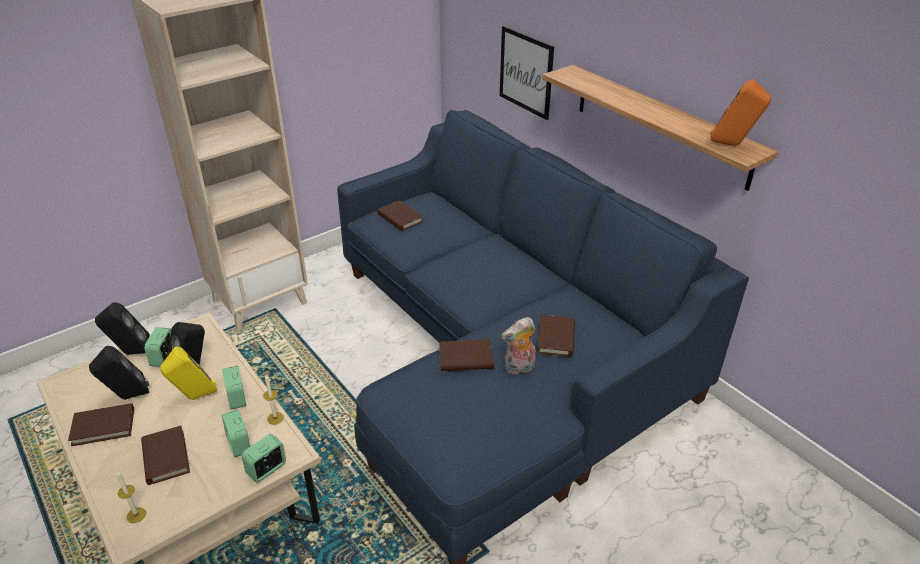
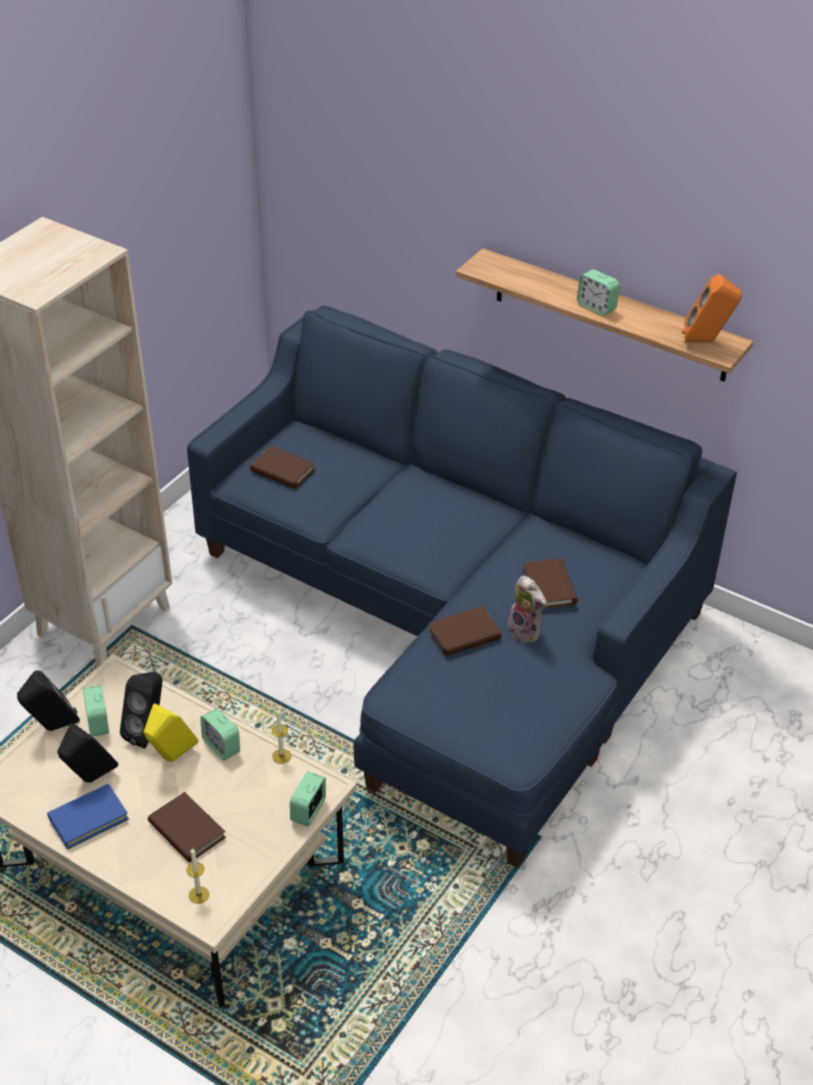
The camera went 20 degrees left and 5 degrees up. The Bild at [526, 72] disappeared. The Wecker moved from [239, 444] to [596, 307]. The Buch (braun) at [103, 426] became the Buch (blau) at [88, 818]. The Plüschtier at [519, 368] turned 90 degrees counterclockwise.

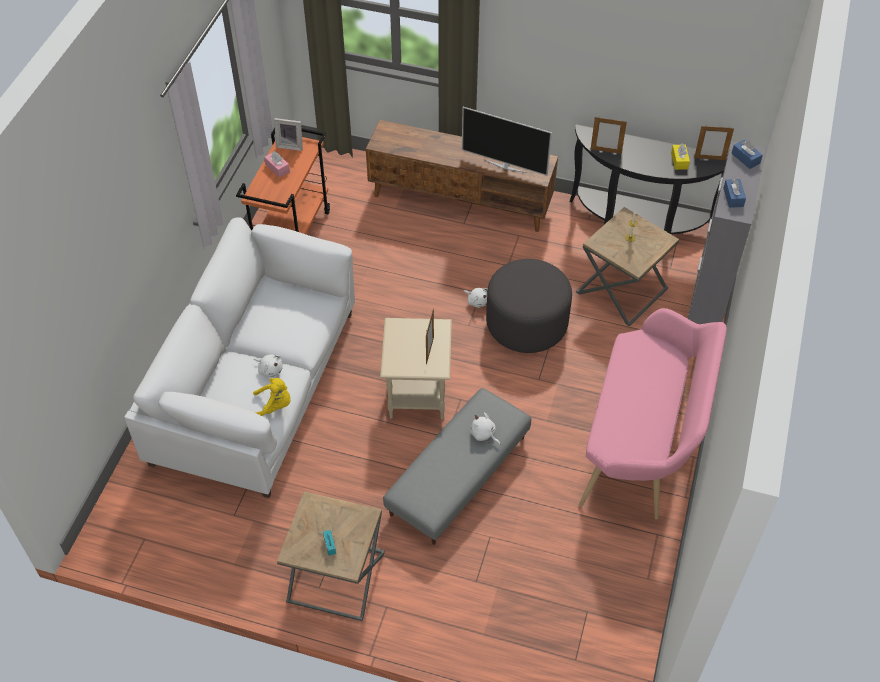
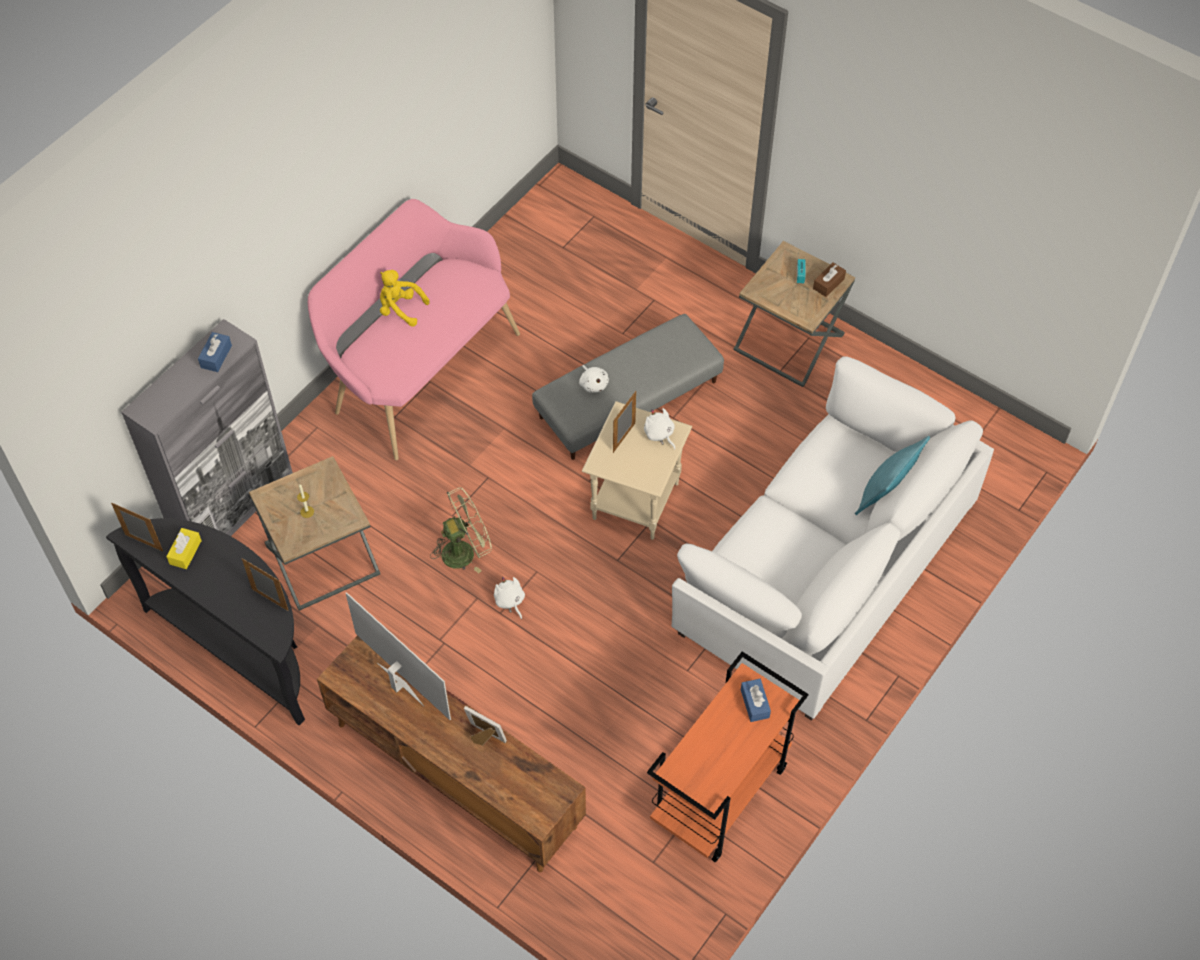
The camera went 160 degrees left and 5 degrees up. The Taschentuchbox (rosa) at [277, 168] disappeared. The Taschentuchbox (braun) at [828, 284] appeared. The Kissen (türkis) at [885, 494] appeared. The Plüschtier (gelb) moved from [274, 406] to [400, 309]. The Plüschtier (weiß) moved from [270, 369] to [659, 434]. The Bilderrahmen moved from [290, 145] to [484, 738]. The Taschentuchbox (blau) moved from [745, 158] to [754, 703]. The Polsterhocker (grau) at [527, 324] was replaced by the Ventilator (grün) at [464, 550].

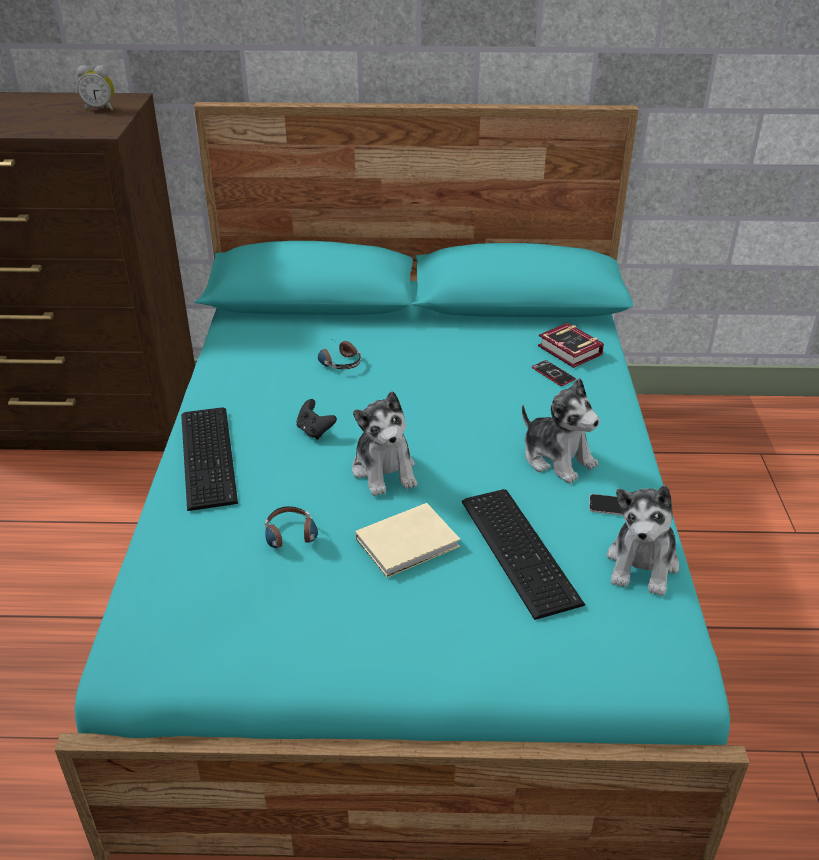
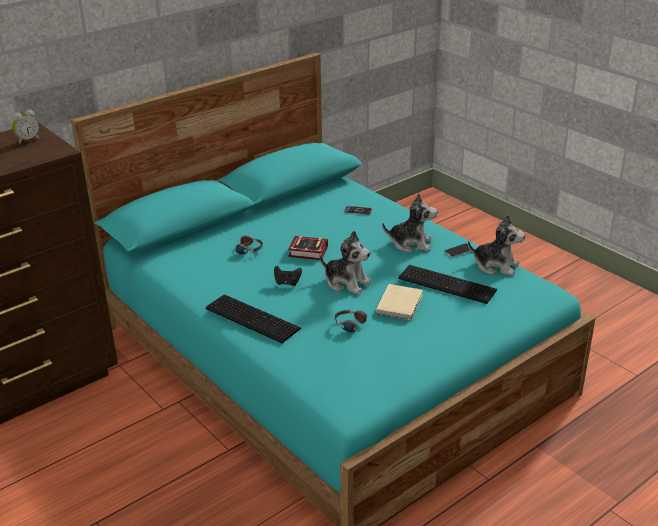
The camera went 40 degrees left and 5 degrees down. The Buch moved from [570, 352] to [309, 252]. The Plüschtier at [642, 564] turned 45 degrees counterclockwise.

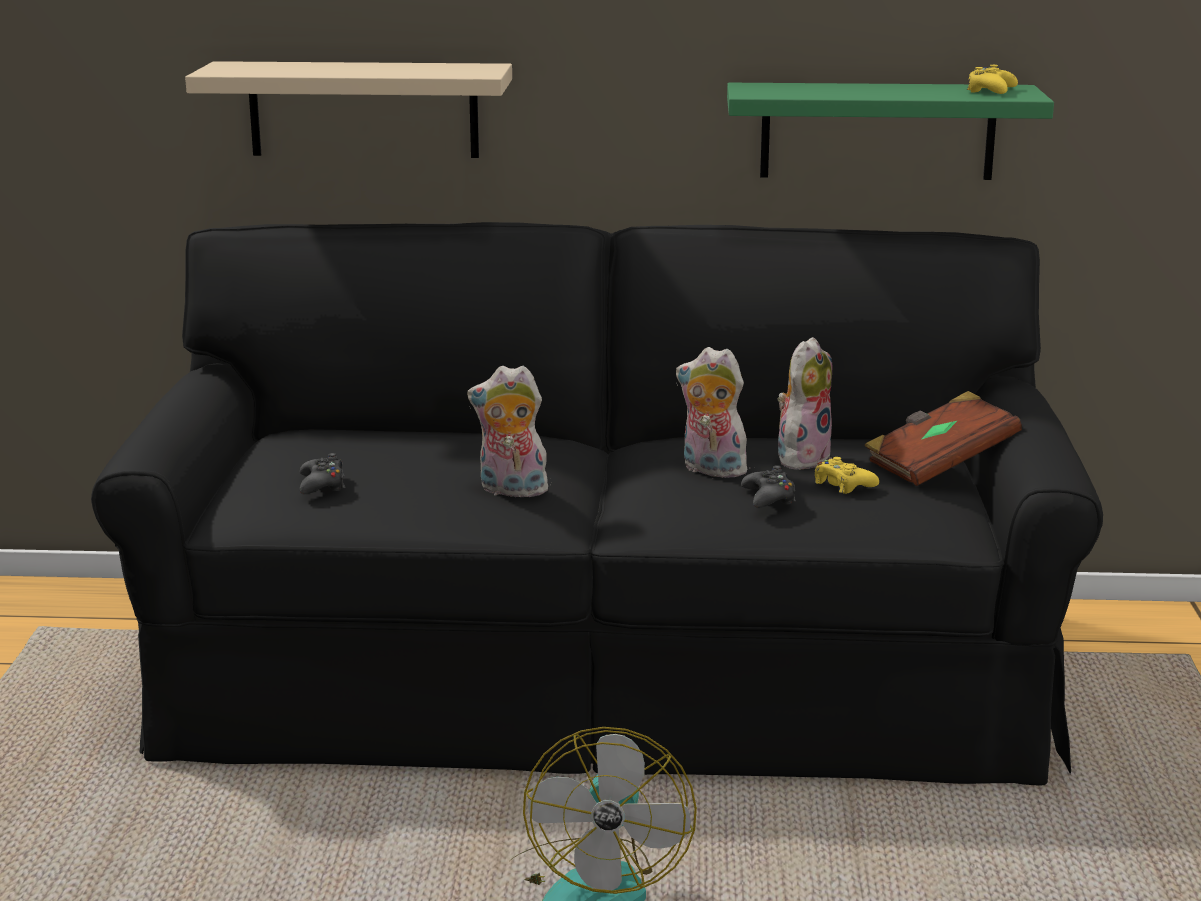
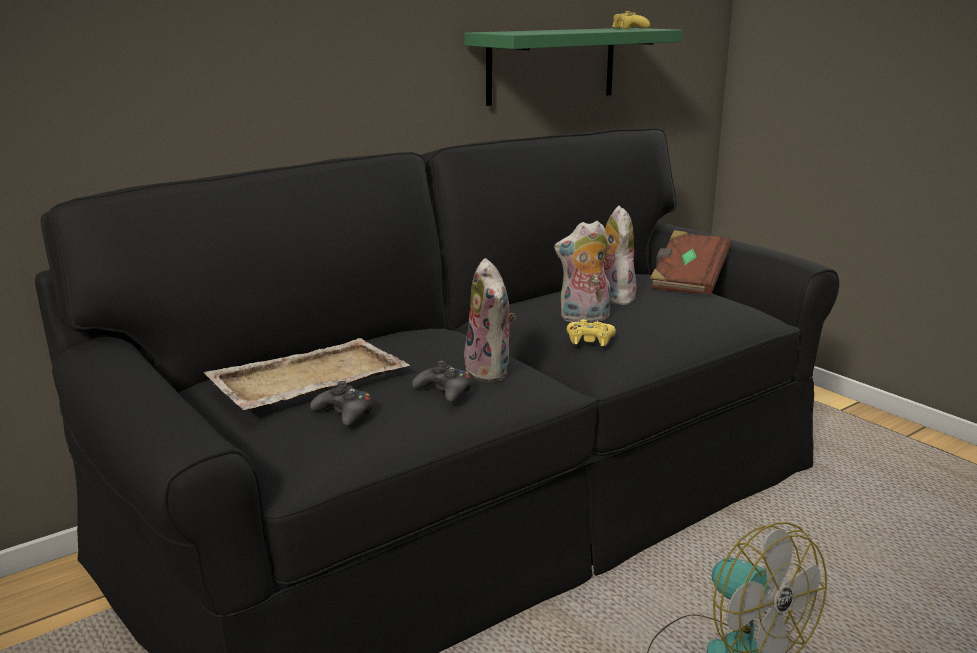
The camera went 40 degrees left and 0 degrees up. The Wandregal (beige) at [363, 109] disappeared. The Tablett (beige) at [306, 379] appeared. The Gamepad (schwarz) moved from [769, 498] to [445, 391]. The Gamepad (gelb) moved from [843, 484] to [590, 340]. The Plüschtier at [511, 491] turned 75 degrees counterclockwise.

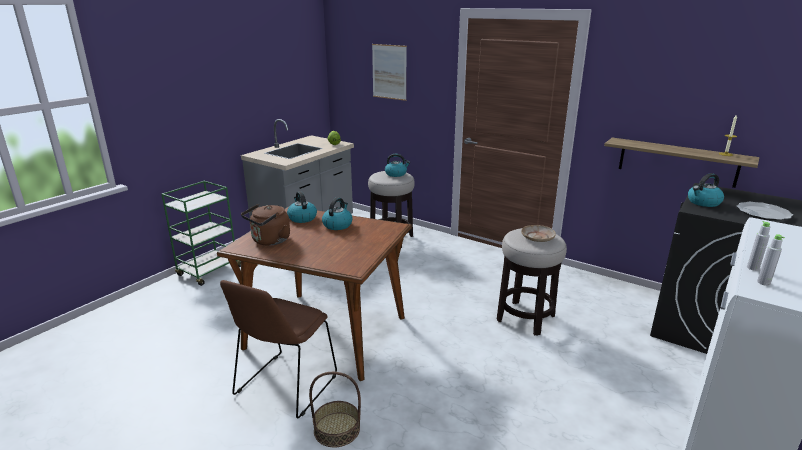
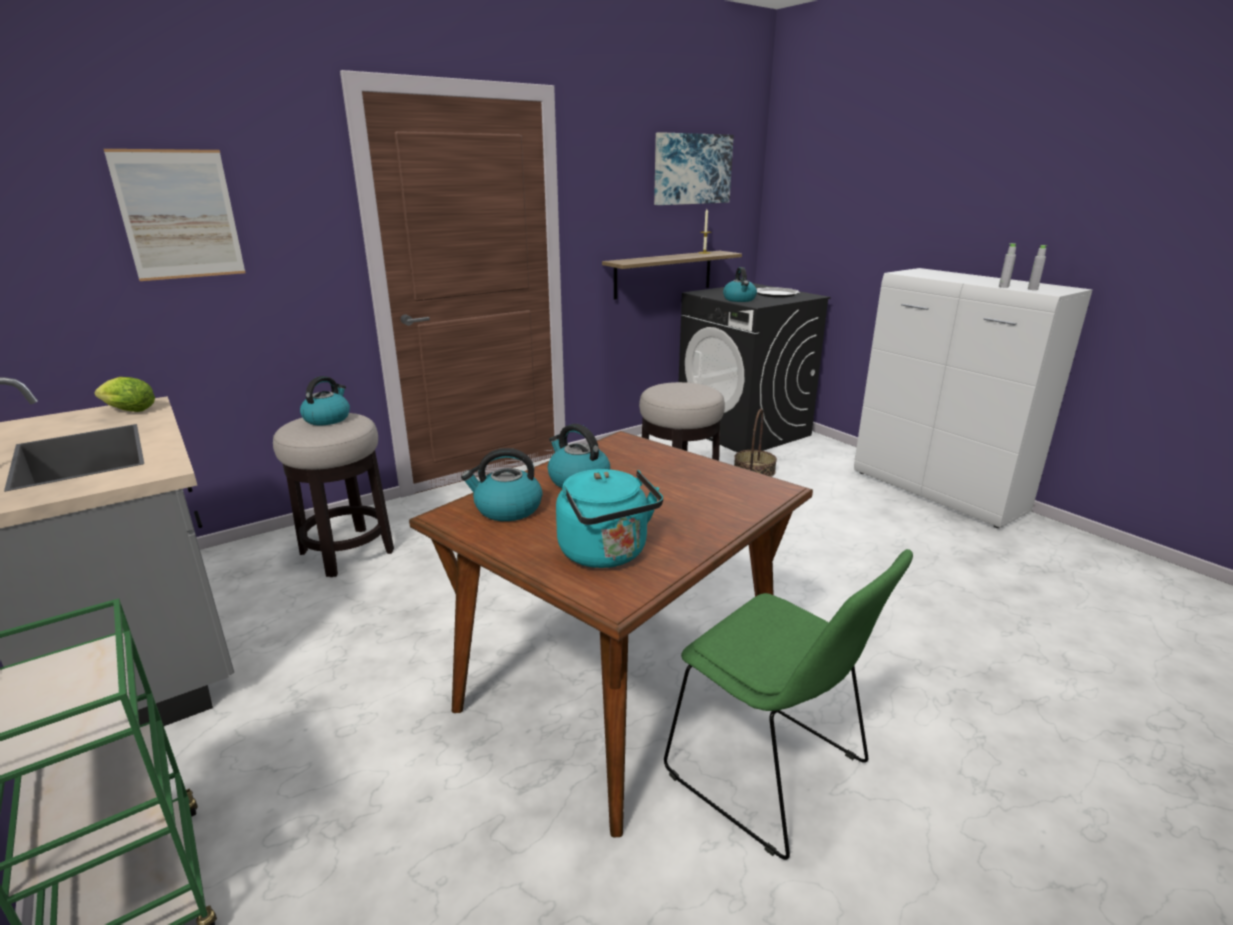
The camera went 70 degrees left and 0 degrees up. The Teller (beige) at [538, 237] disappeared. The Bild at [692, 169] appeared. The Korb moved from [336, 429] to [754, 470]. The Stuhl (braun) at [284, 387] became the Stuhl (grün) at [771, 772]. The Wasserkessel (braun) at [269, 241] became the Wasserkessel (türkis) at [606, 554].

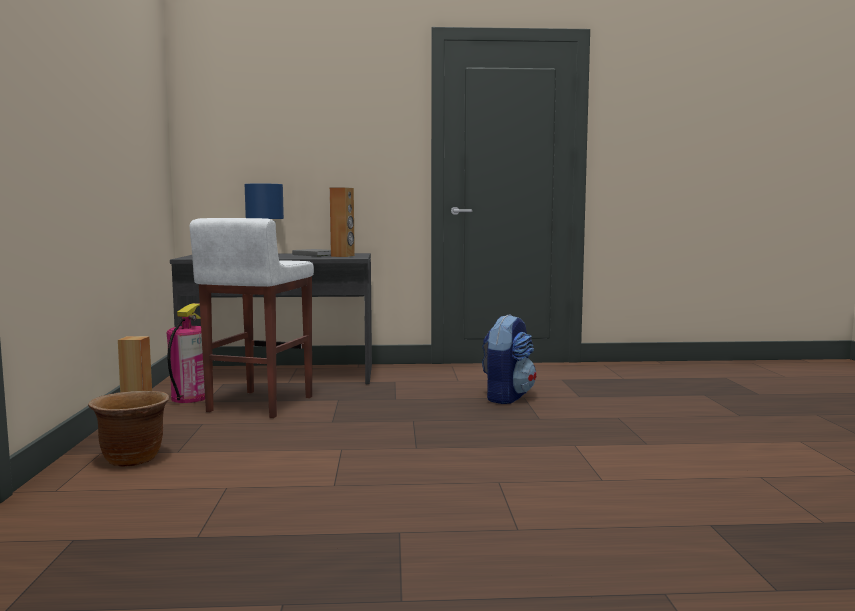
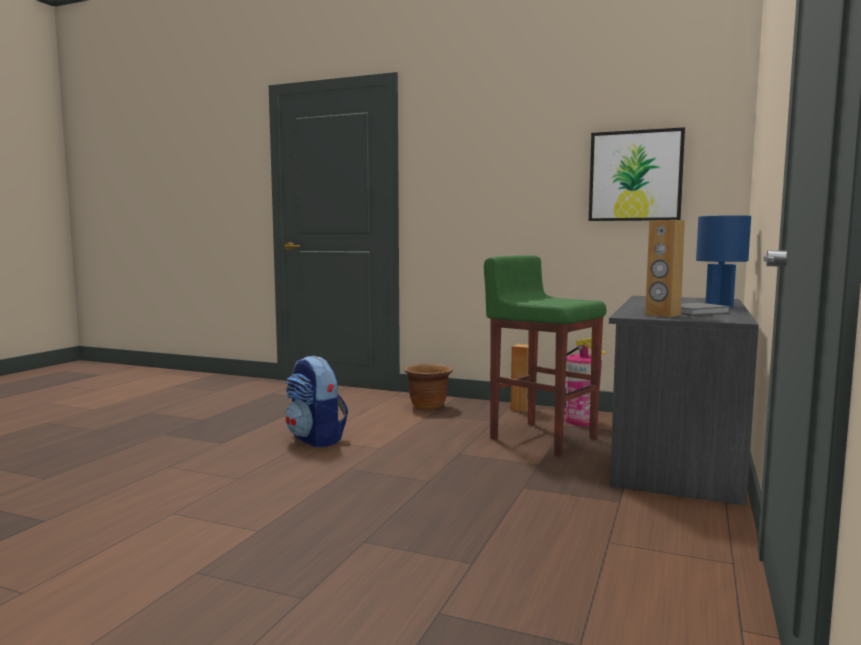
The camera went 115 degrees right and 0 degrees up. The Bild at [635, 176] appeared. The Rucksack moved from [506, 397] to [316, 439]. The Hocker (weiß) at [258, 404] became the Hocker (grün) at [542, 438].

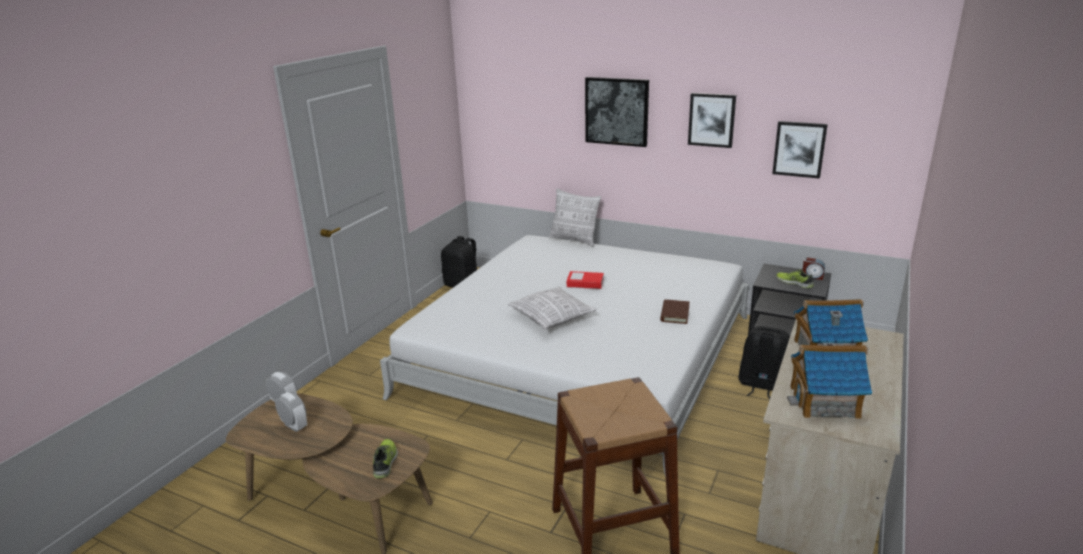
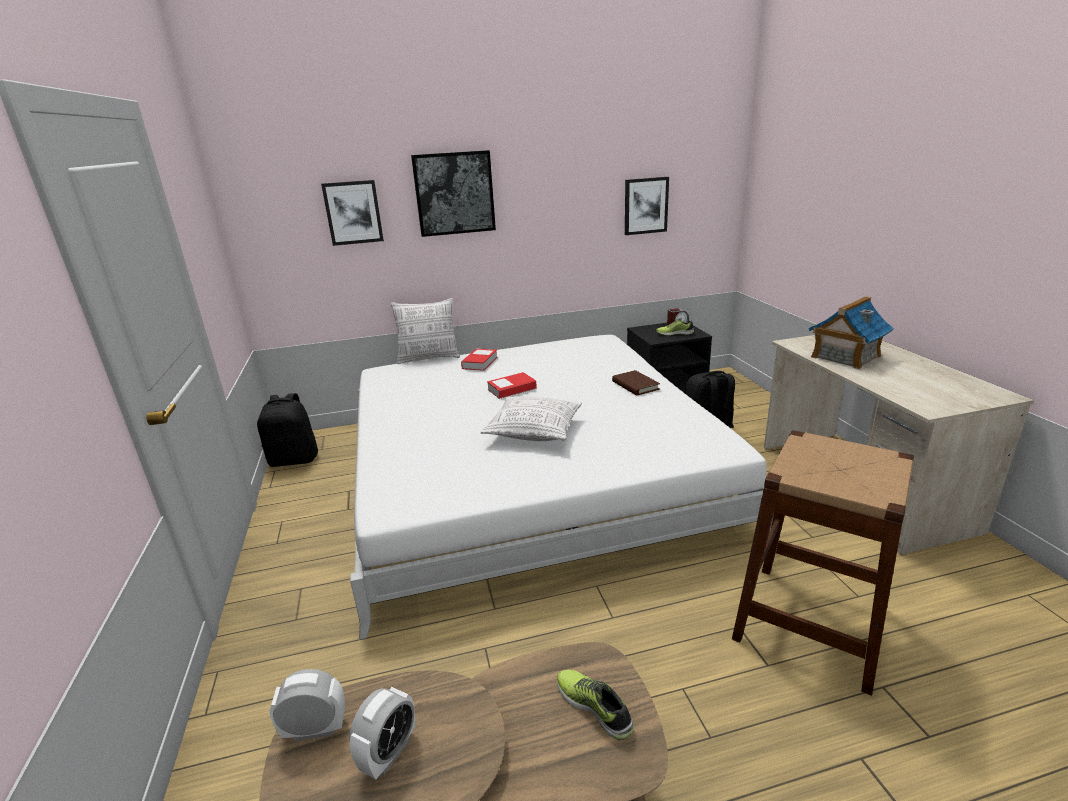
The camera went 40 degrees left and 0 degrees up. The Spielzeughaus at [824, 402] disappeared. The Buch at [480, 363] appeared. The Bild moved from [711, 120] to [353, 212]. The Wecker at [294, 426] turned 120 degrees clockwise.

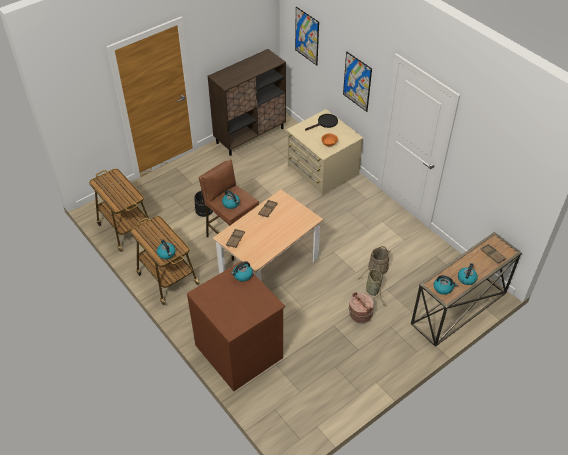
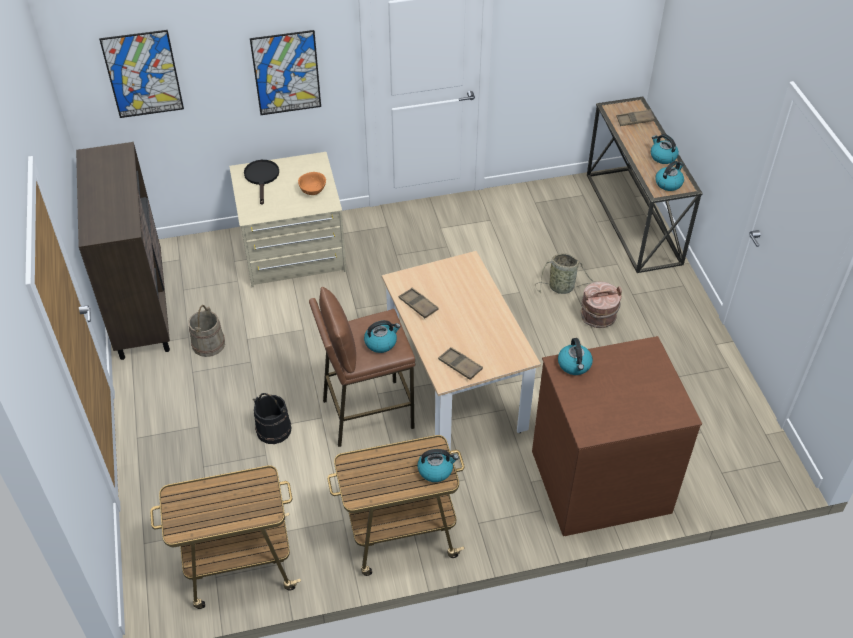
The camera went 65 degrees left and 0 degrees up. The Eimer (beige) moved from [378, 267] to [208, 344].

